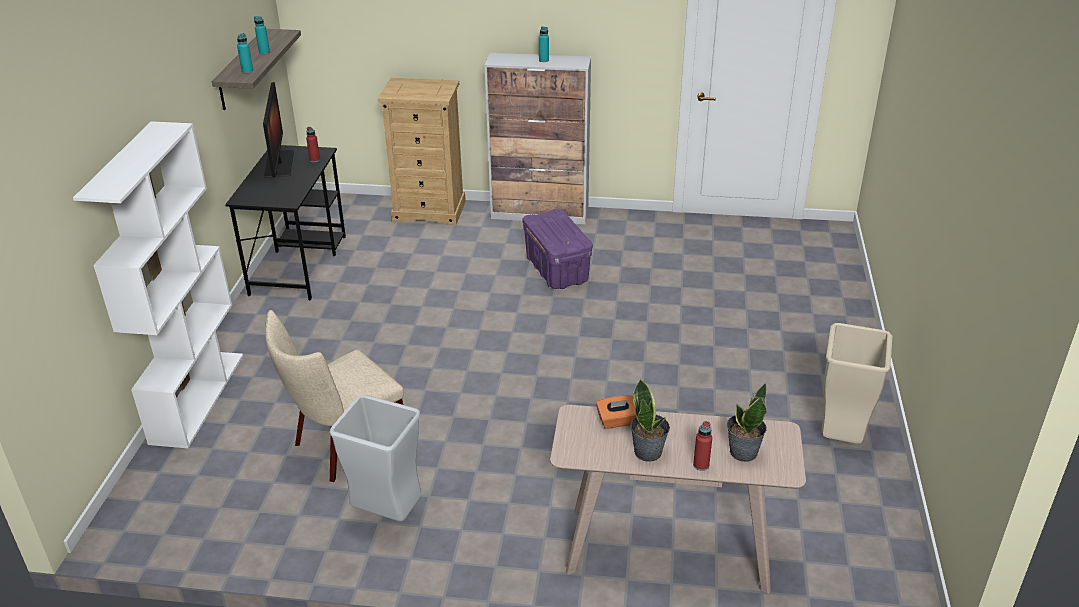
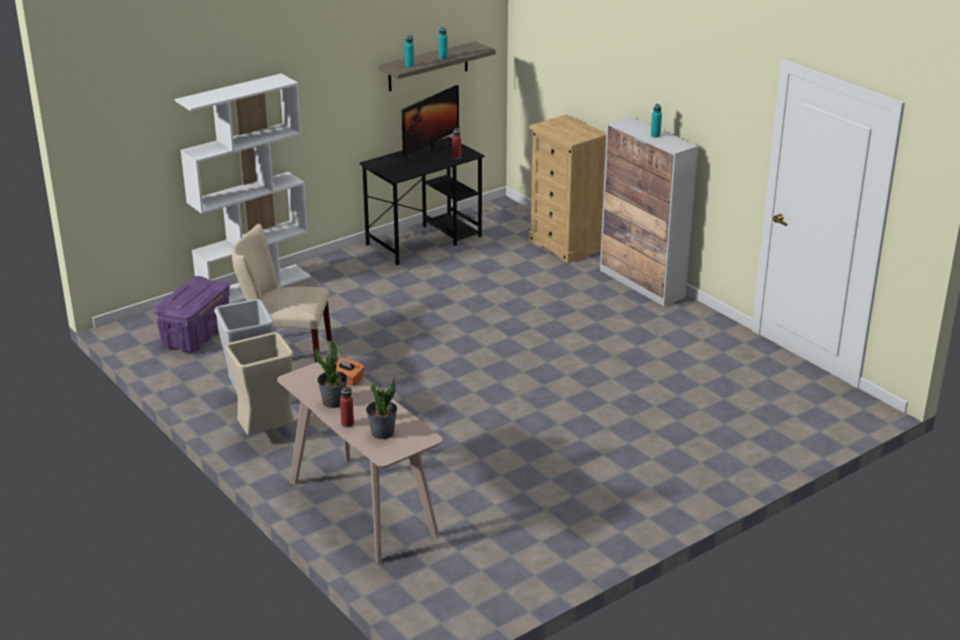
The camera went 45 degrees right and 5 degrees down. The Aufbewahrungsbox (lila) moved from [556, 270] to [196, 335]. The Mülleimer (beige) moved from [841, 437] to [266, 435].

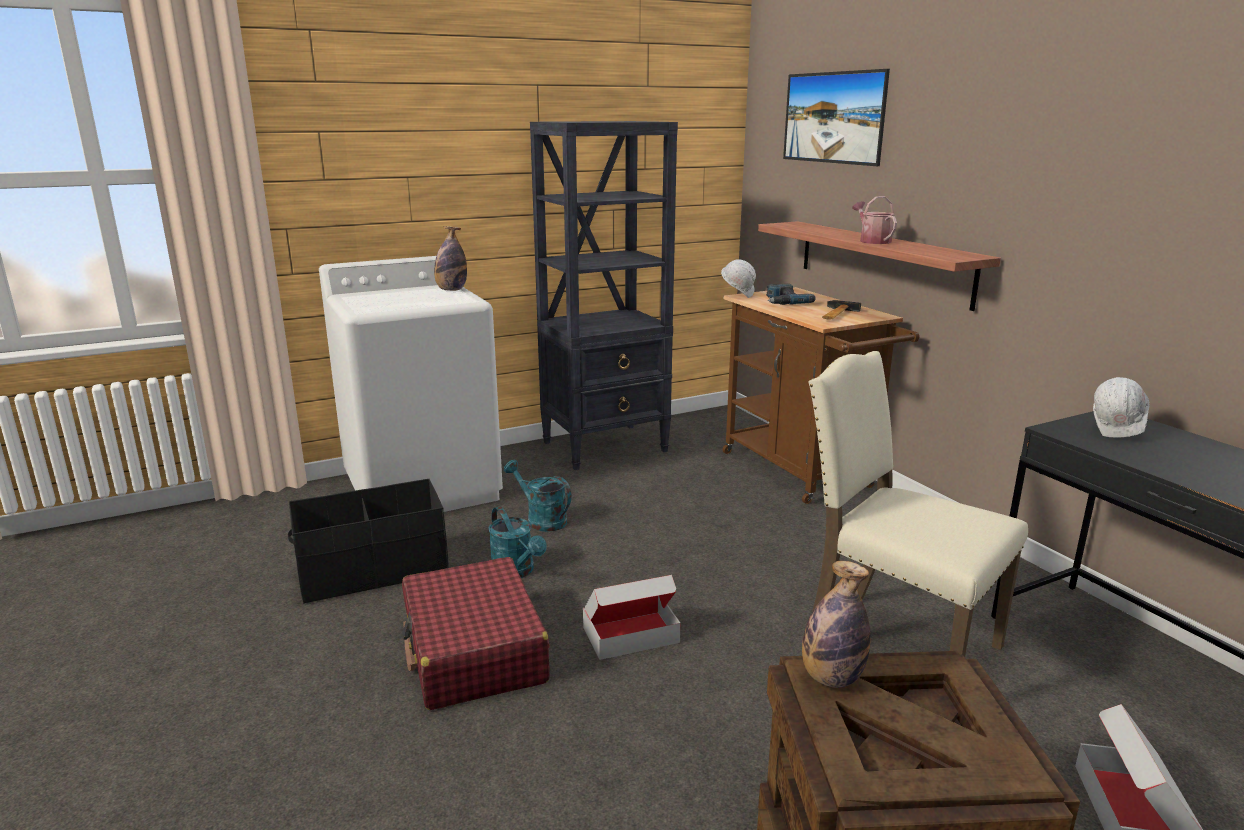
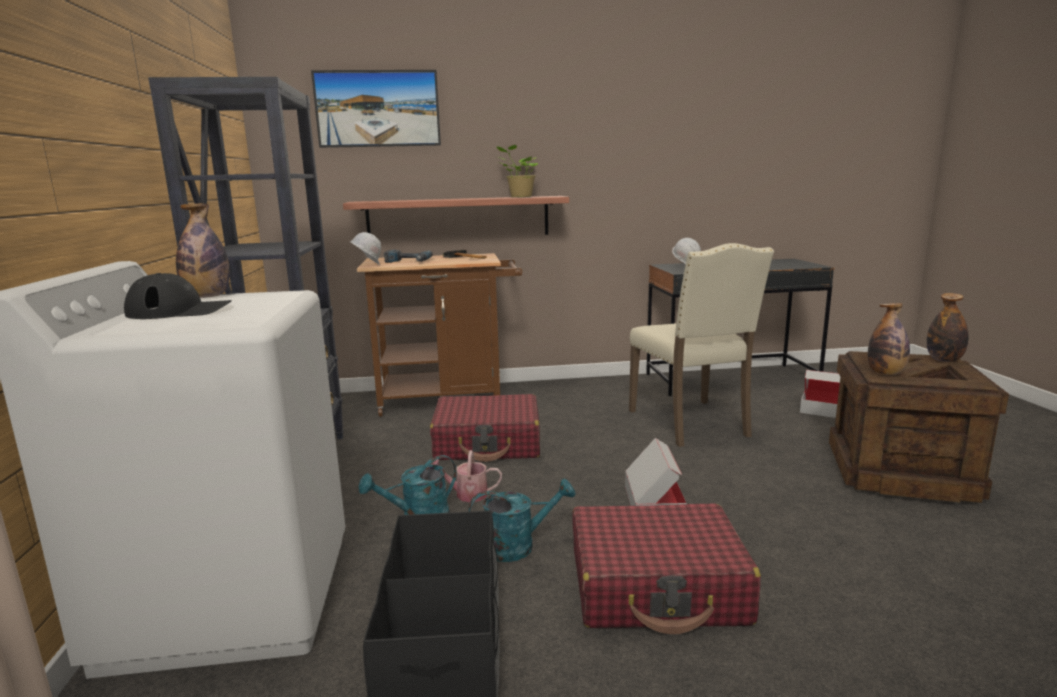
The camera went 70 degrees left and 5 degrees down. The Kappe (schwarz) at [180, 311] appeared. The Koffer (rot) at [488, 443] appeared. The Topfpflanze at [519, 197] appeared. The Flasche at [944, 360] appeared. The Gießkanne moved from [872, 241] to [467, 494]. The Stuhl (beige) at [895, 646] turned 75 degrees counterclockwise.

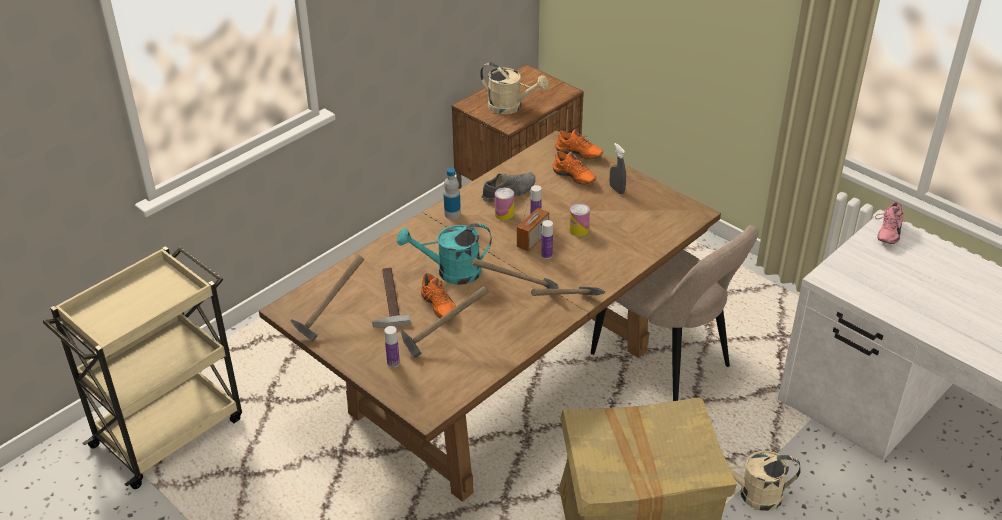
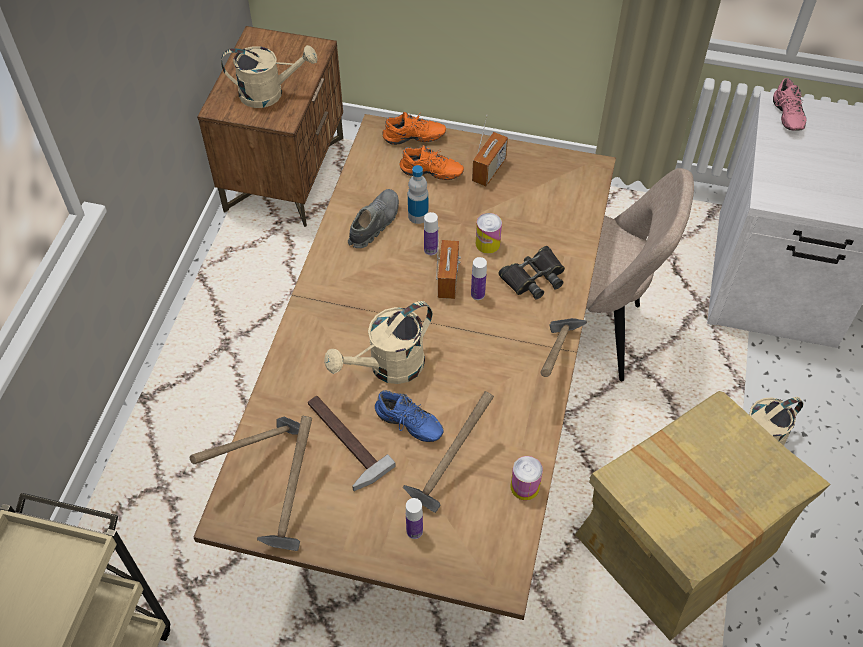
The camera went 30 degrees left and 15 degrees up. The Fernglas (schwarz) at [534, 277] appeared. The Flasche moved from [452, 214] to [418, 216]. The Hammer moved from [519, 297] to [258, 458]. The Dose moved from [504, 214] to [524, 487]. The Sprühflasche (grau) at [617, 189] was replaced by the Radio at [489, 170]. The Gießkanne (türkis) at [450, 272] became the Gießkanne (beige) at [388, 368]. The Schuh (orange) at [436, 307] became the Schuh (blau) at [407, 425].

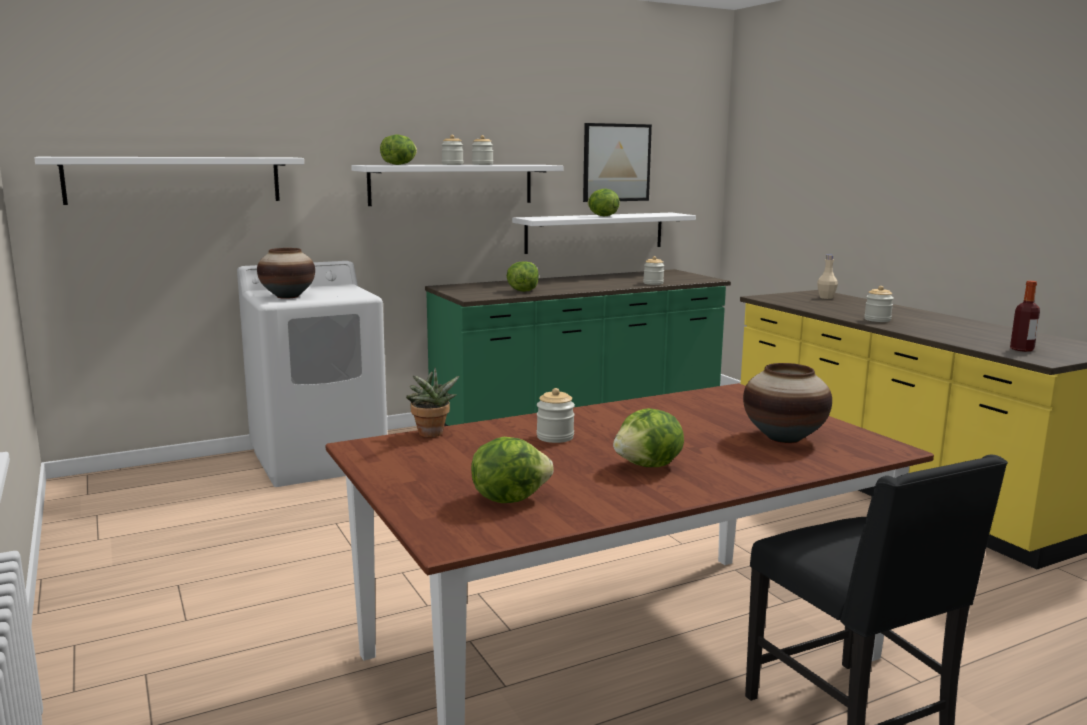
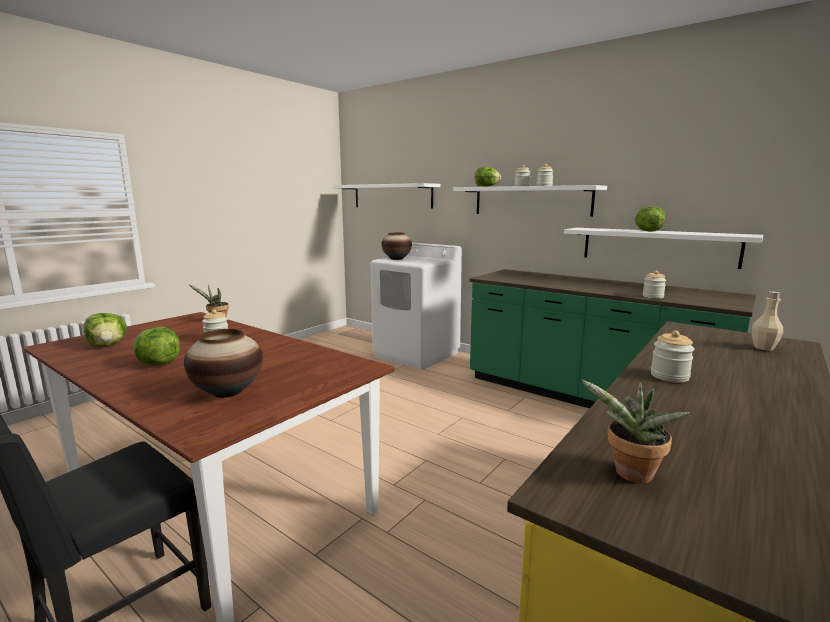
The camera went 65 degrees right and 0 degrees up. The Salatkopf at [522, 291] disappeared. The Bild at [616, 162] disappeared. The Flasche at [1022, 349] was replaced by the Topfpflanze at [630, 475].

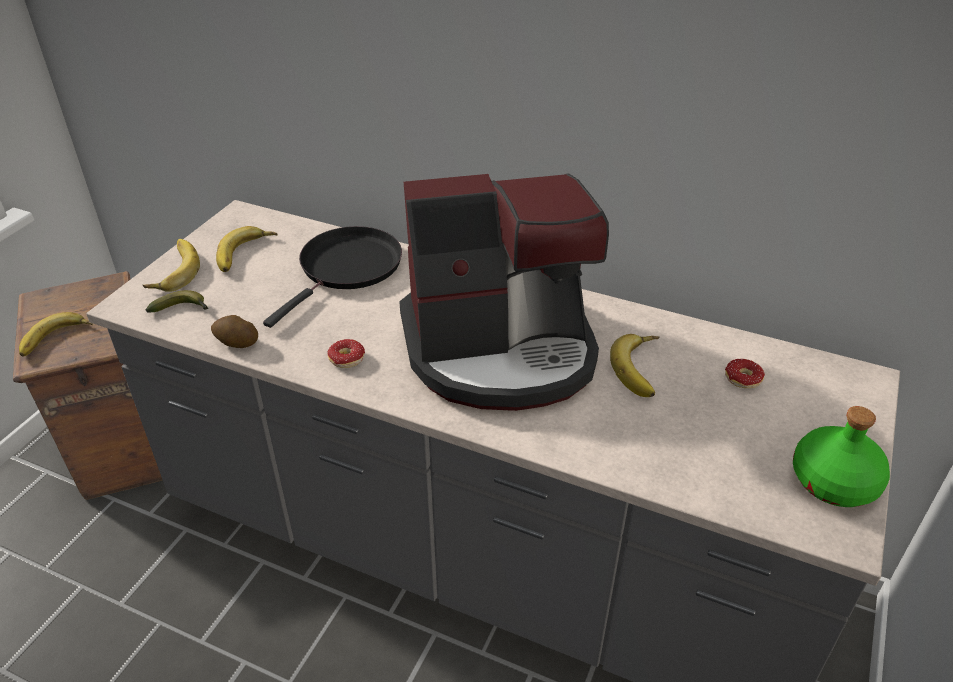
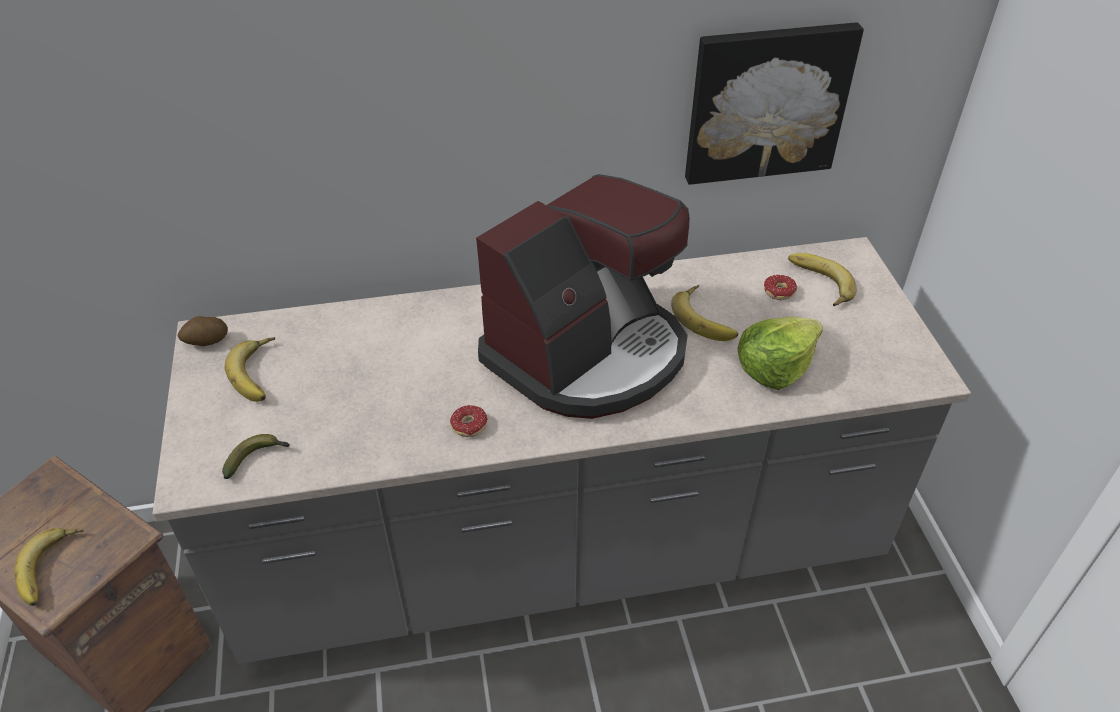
The camera went 35 degrees left and 5 degrees up. The Pfanne (schwarz) at [347, 268] disappeared. The Flasche (grün) at [833, 481] disappeared. The Bild at [766, 102] appeared. The Salatkopf at [774, 367] appeared. The Banane moved from [172, 270] to [817, 283]. The Kartoffel moved from [236, 343] to [206, 341].

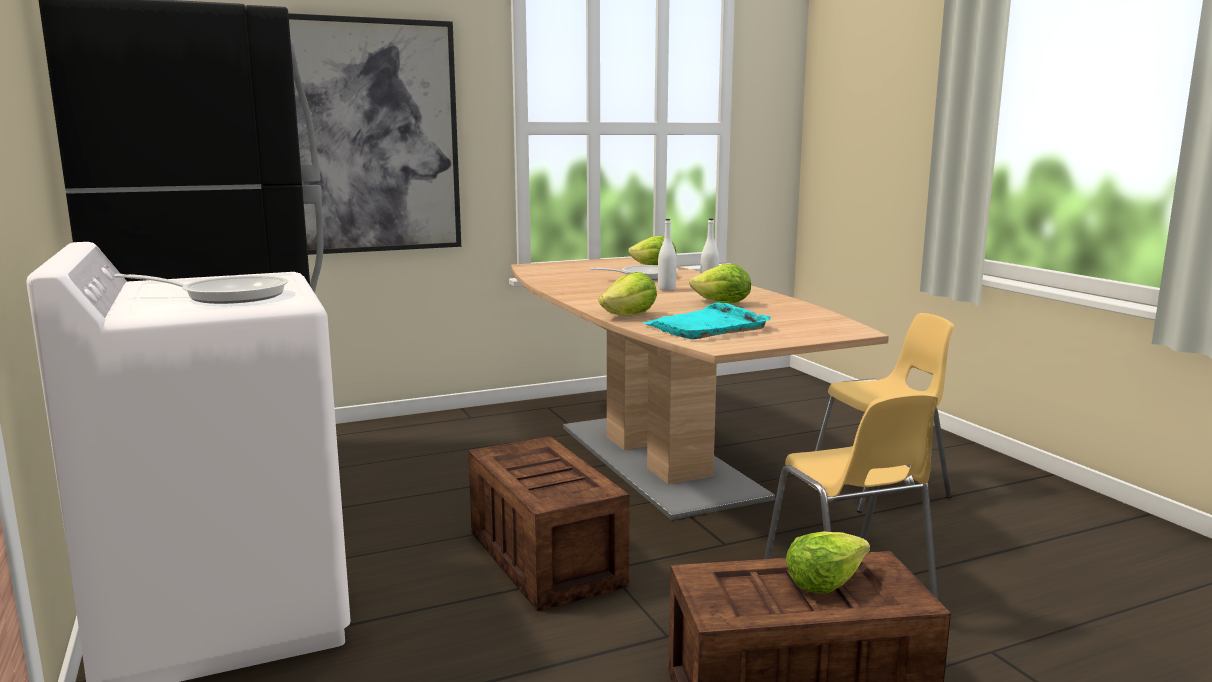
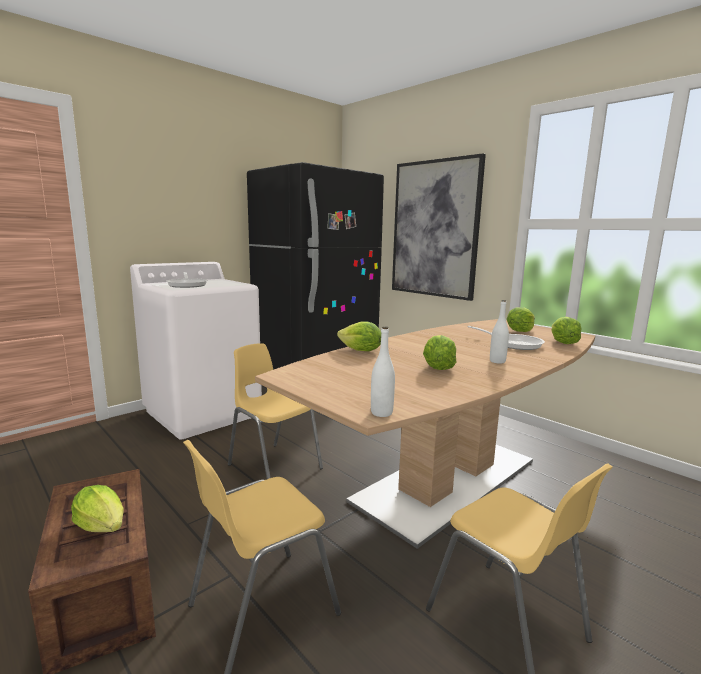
The camera went 70 degrees right and 0 degrees up. The Tablett (türkis) at [706, 326] disappeared. The Salatkopf at [520, 331] appeared. The Flasche (weiß) moved from [666, 289] to [381, 413]. The Kiste at [543, 557] was replaced by the Stuhl (gelb) at [274, 466].

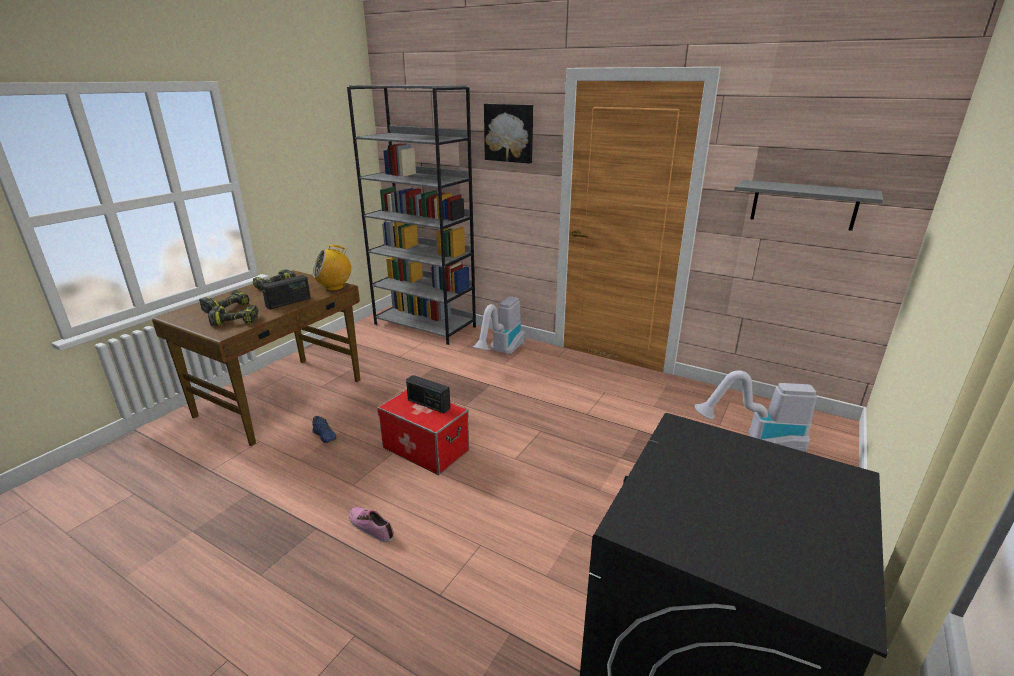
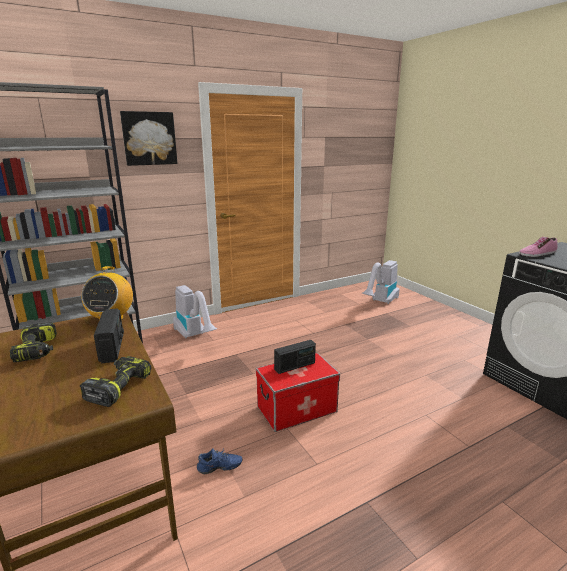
The camera went 60 degrees left and 5 degrees down. The Bohrmaschine at [226, 307] disappeared. The Wandregal (grau) at [803, 205] disappeared. The Schuh moved from [371, 526] to [537, 253].

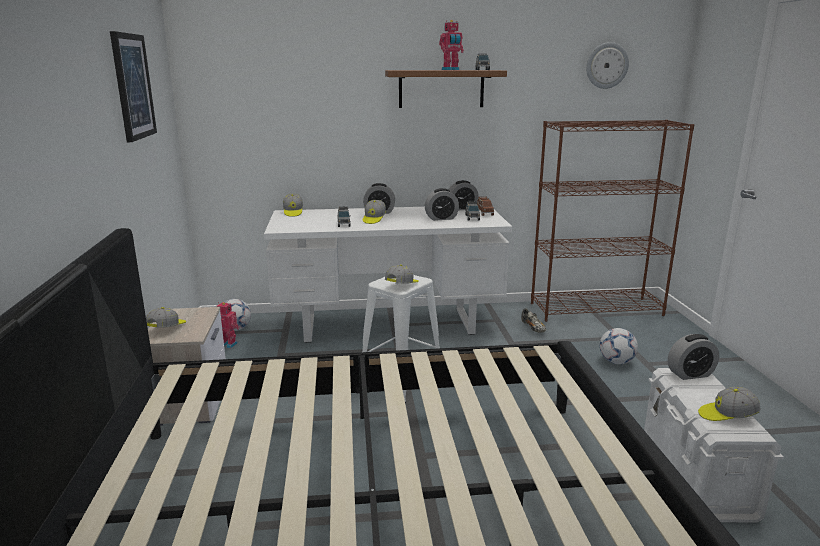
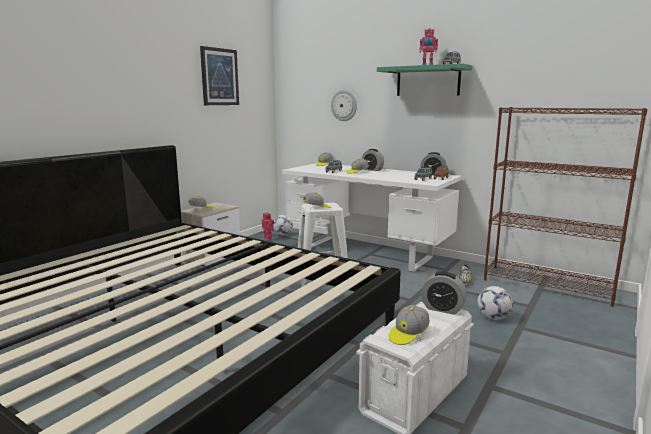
The camera went 40 degrees right and 5 degrees down. The Wecker at [441, 218] disappeared. The Wanduhr moved from [606, 65] to [344, 105]. The Wandregal (braun) at [441, 89] became the Wandregal (grün) at [428, 81]. The Kappe at [727, 415] turned 90 degrees counterclockwise.

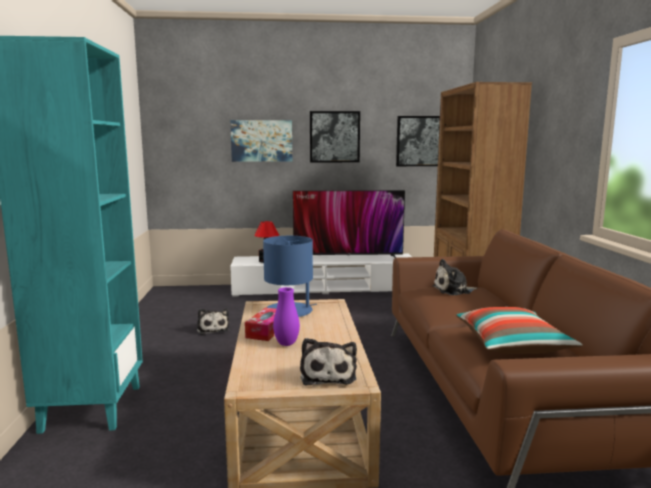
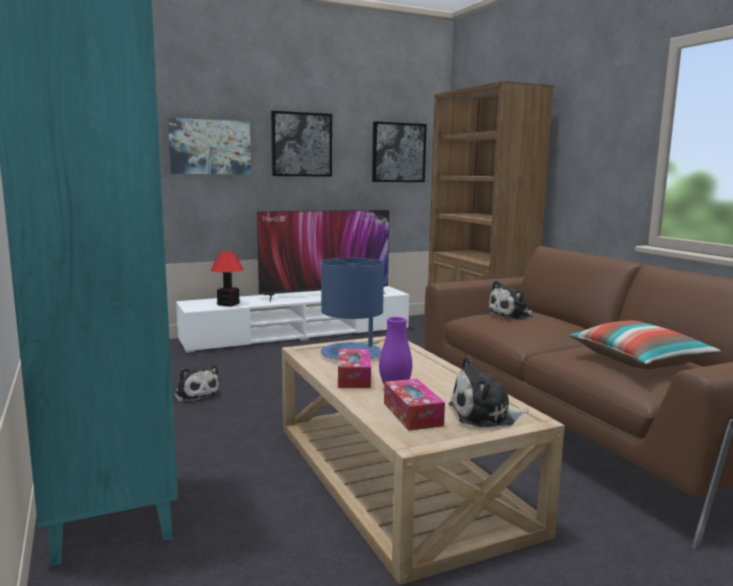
The camera went 20 degrees left and 0 degrees up. The Taschentuchbox at [412, 414] appeared. The Plüschtier at [328, 375] turned 105 degrees clockwise.

